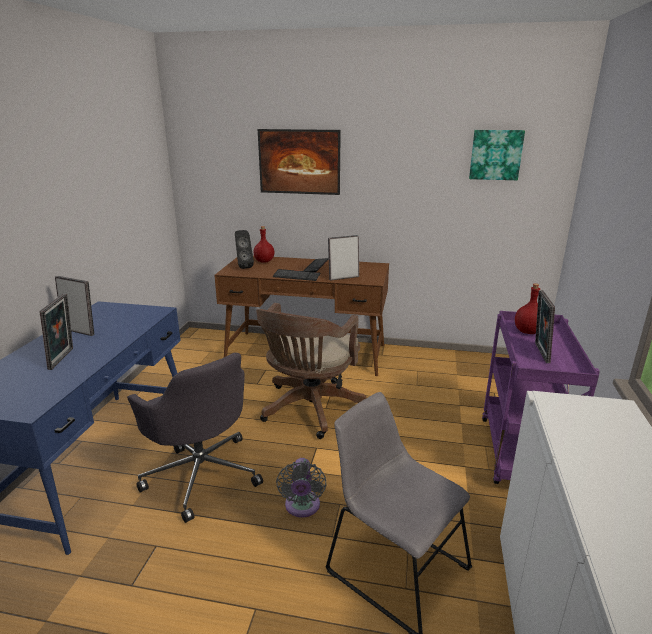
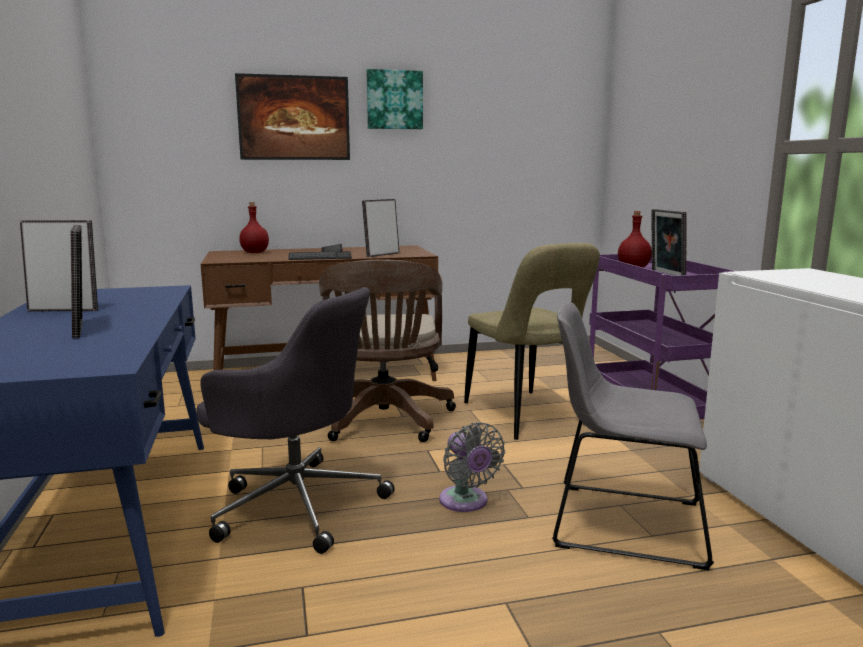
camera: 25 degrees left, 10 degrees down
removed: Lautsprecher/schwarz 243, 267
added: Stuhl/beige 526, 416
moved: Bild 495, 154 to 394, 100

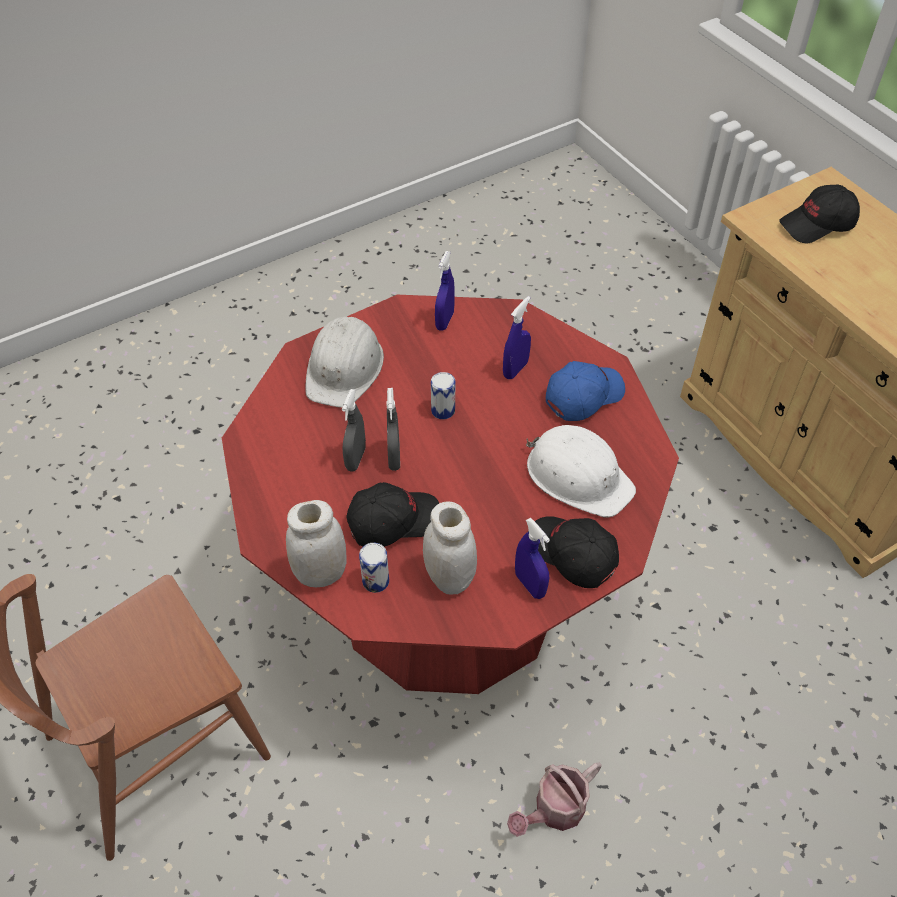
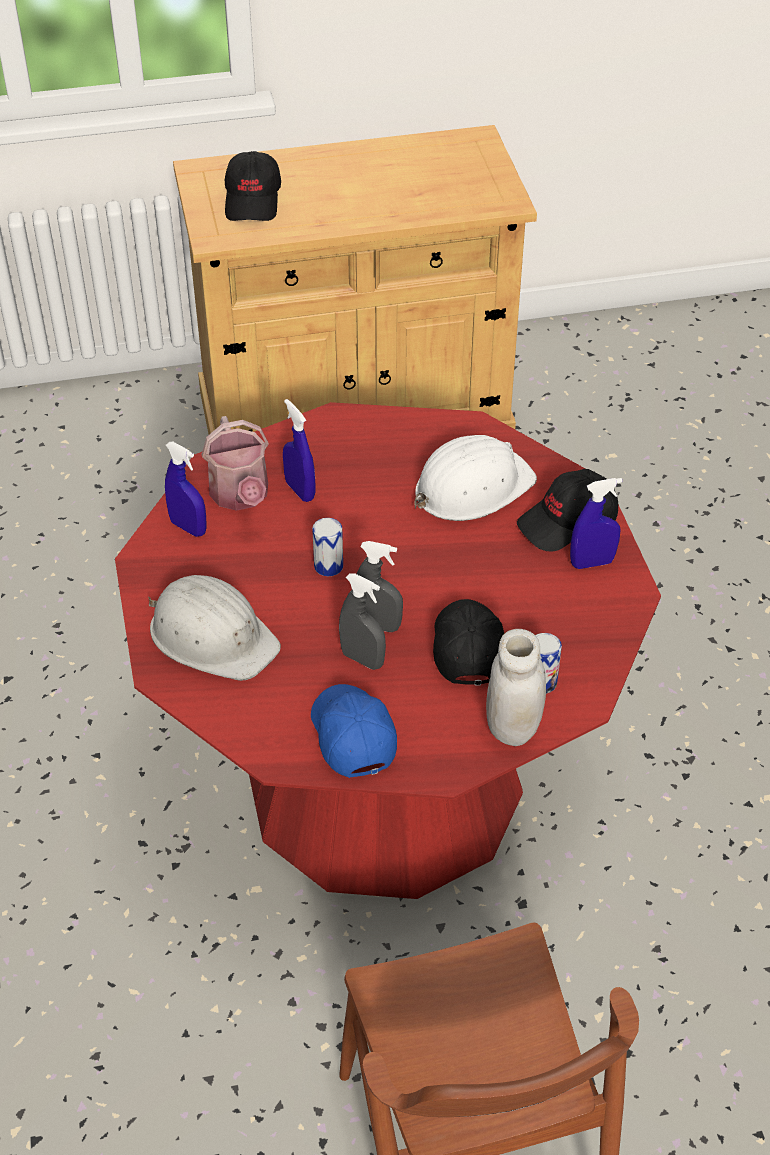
camera: 70 degrees left, 5 degrees down
removed: Vorratsglas/weiß 449, 577
moved: Gießkanne 554, 810 to 241, 496; Kappe/blau 583, 396 to 351, 736

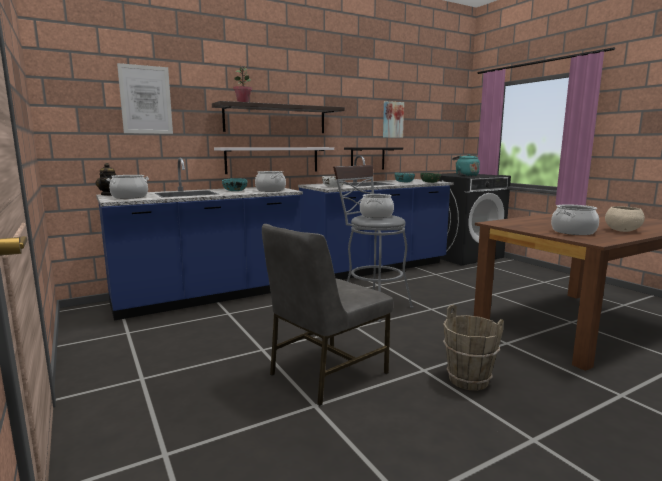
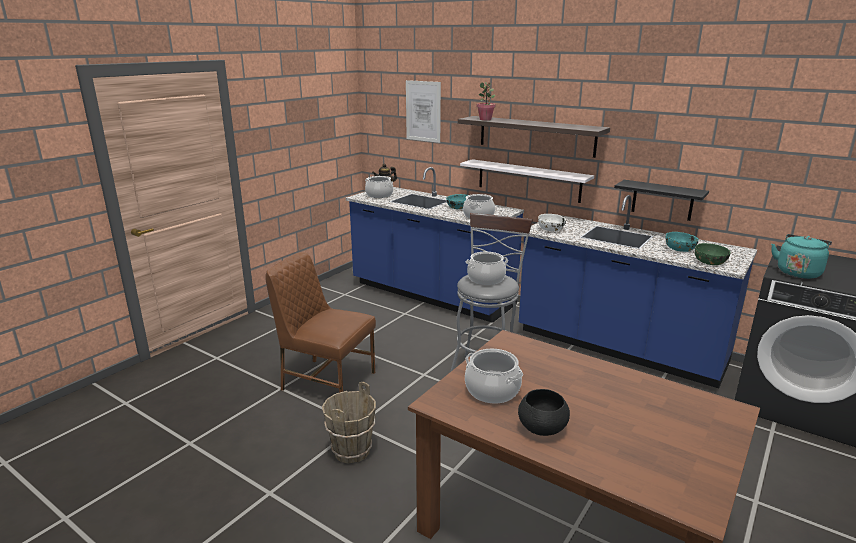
camera: 65 degrees right, 10 degrees up
removed: Bild 392, 120
recoloured: Stuhl/grau 326, 373 to Stuhl/braun 327, 381; Schüssel/beige 622, 231 to Schüssel/schwarz 541, 428

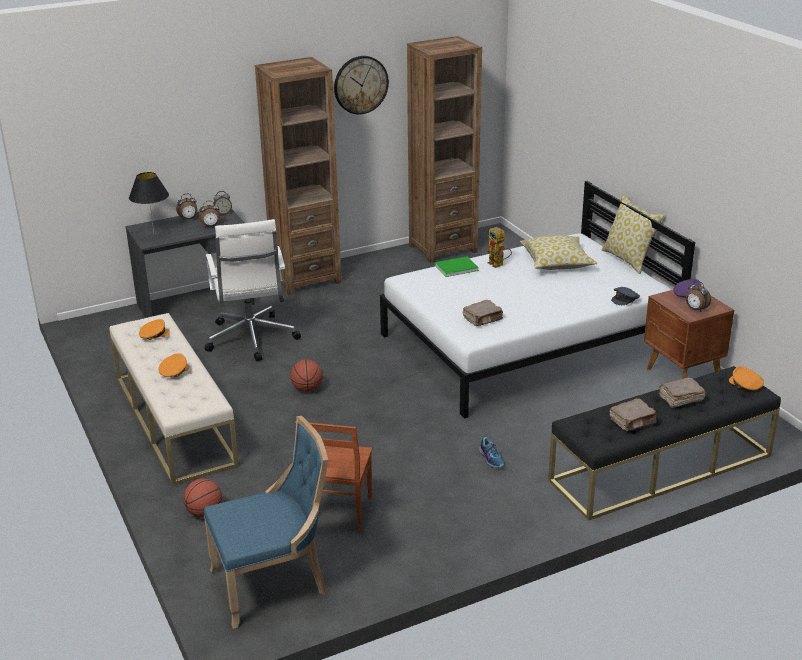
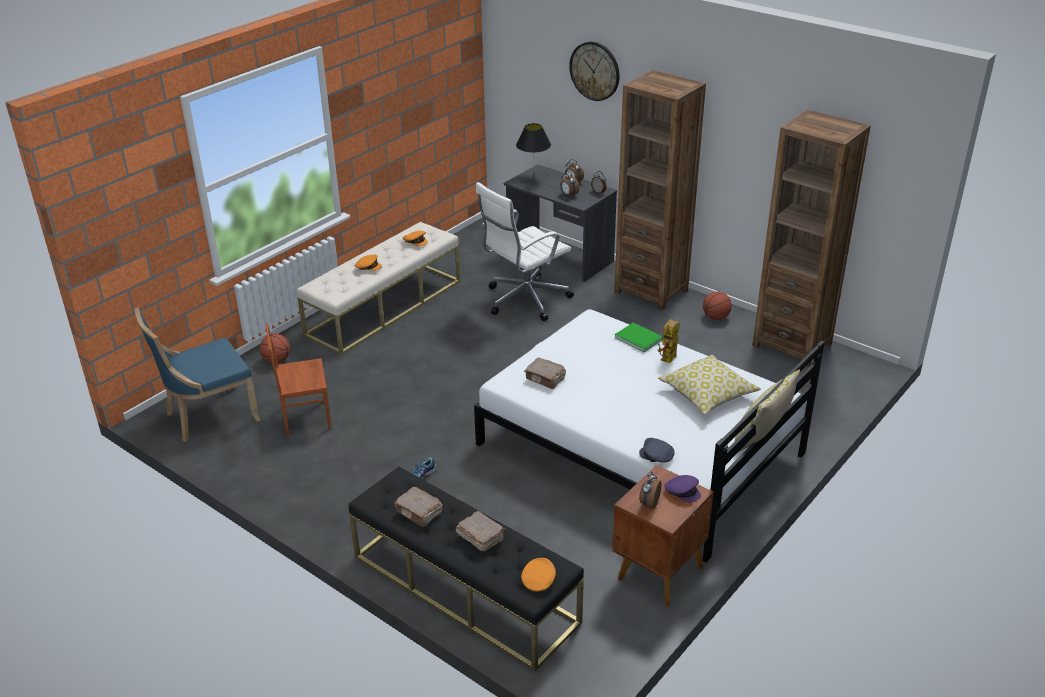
camera: 65 degrees right, 5 degrees up
moved: Basketball 307, 389 to 715, 317; Wanduhr 360, 85 to 595, 71
turned: Stuhl/blau 274, 583 = 208, 416 105 degrees clockwise

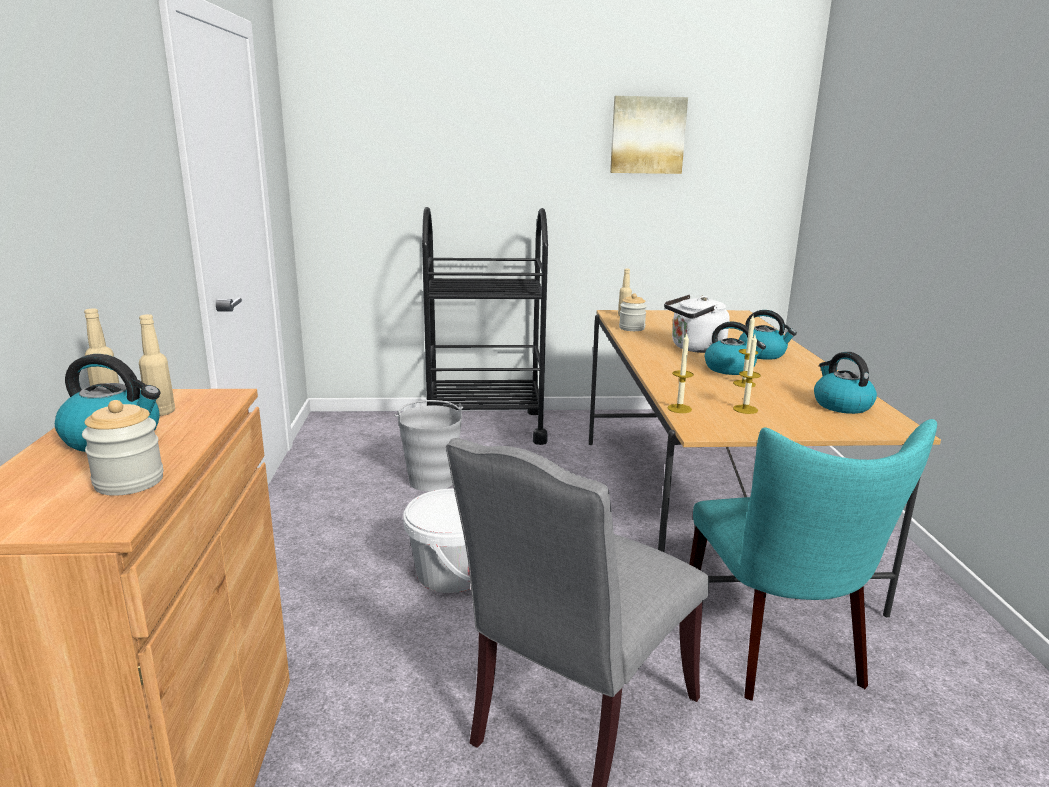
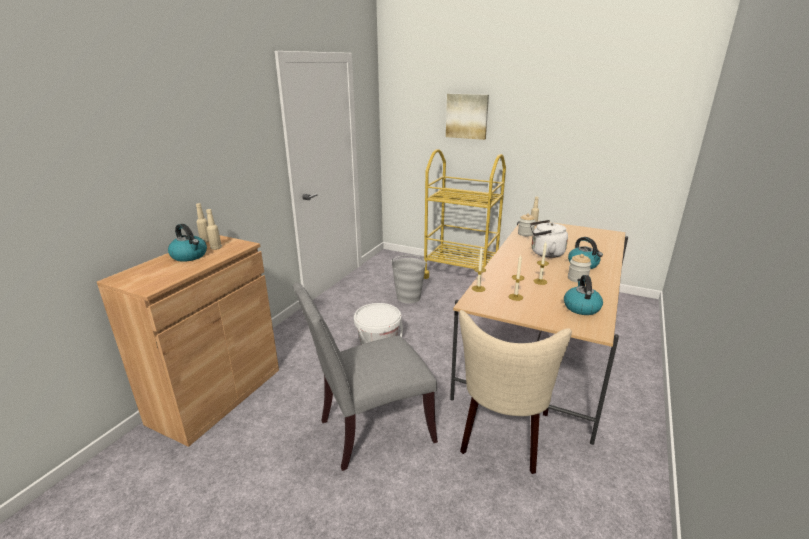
camera: 30 degrees right, 5 degrees up
removed: Wasserkessel 730, 369
moved: Vorratsglas 129, 482 to 577, 278; Bild 647, 135 to 467, 116
recoloured: Rollwagen/schwarz 485, 427 to Rollwagen/gelb 460, 274; Stuhl/türkis 778, 650 to Stuhl/beige 503, 436

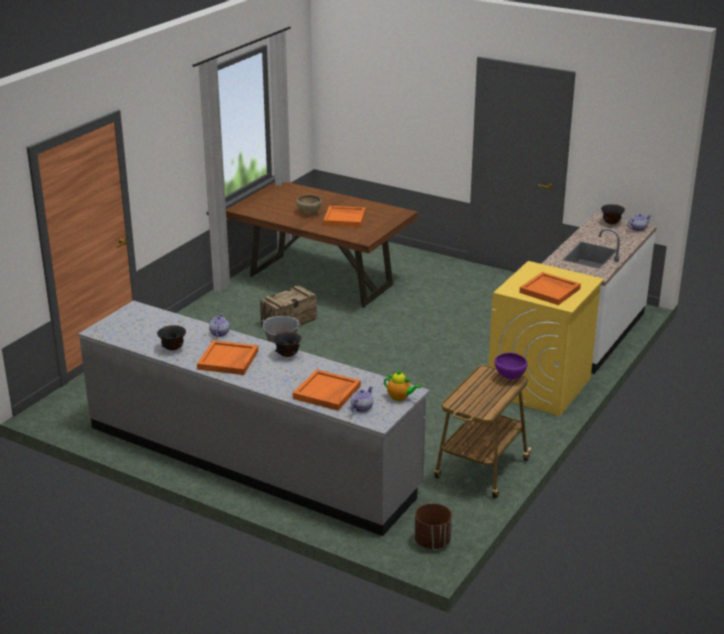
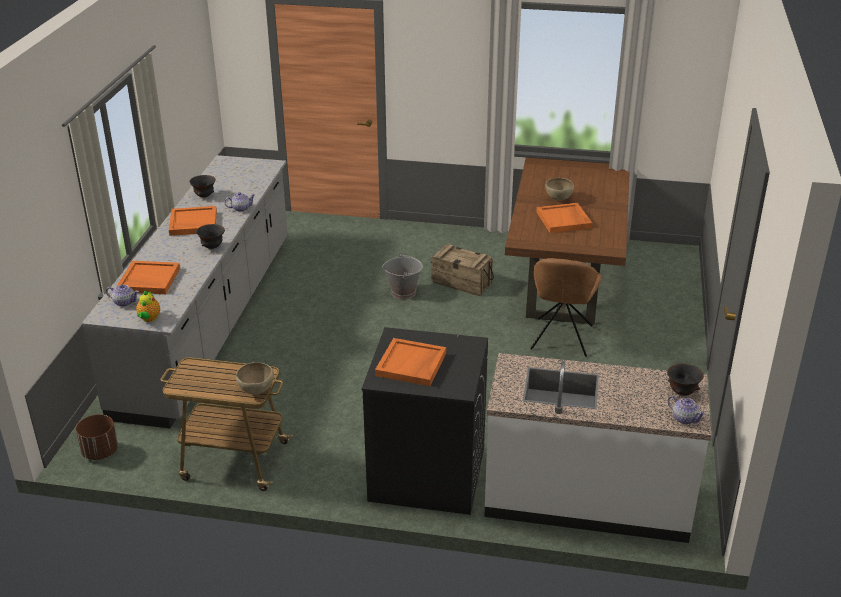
camera: 70 degrees right, 5 degrees up
added: Stuhl/braun 561, 339
recoloured: Waschmaschine/gelb 539, 387 to Waschmaschine/schwarz 426, 474; Schüssel/lila 509, 377 to Schüssel/braun 256, 391

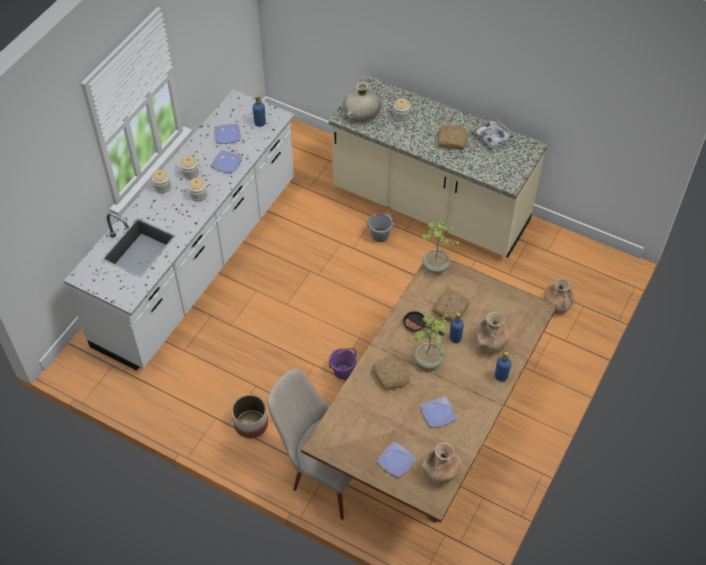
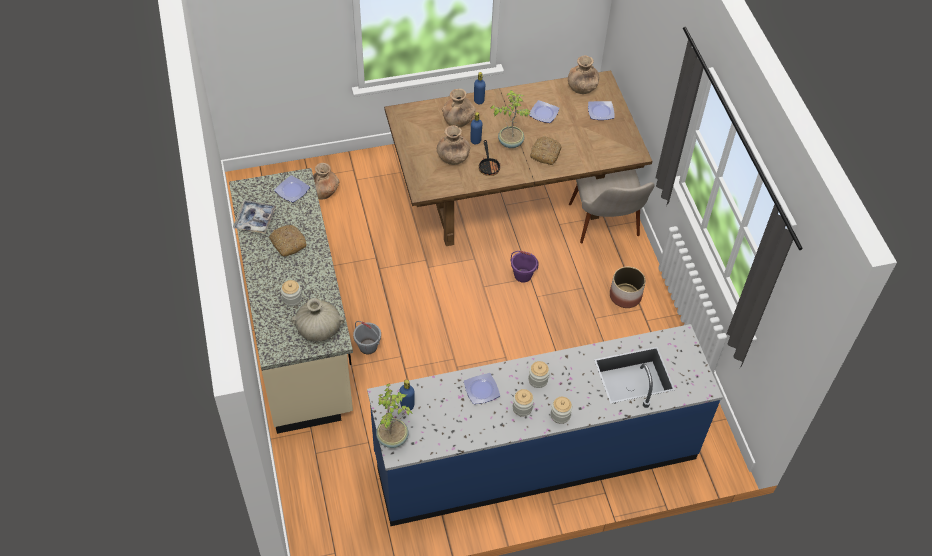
camera: 135 degrees left, 0 degrees up
moved: Teller 228, 135 to 292, 190; Topfpflanze 435, 267 to 393, 437
replaced: Brot 450, 308 to Vase/braun 453, 158
recoloured: Küchenzeile/weiß 199, 262 to Küchenzeile/blau 535, 456

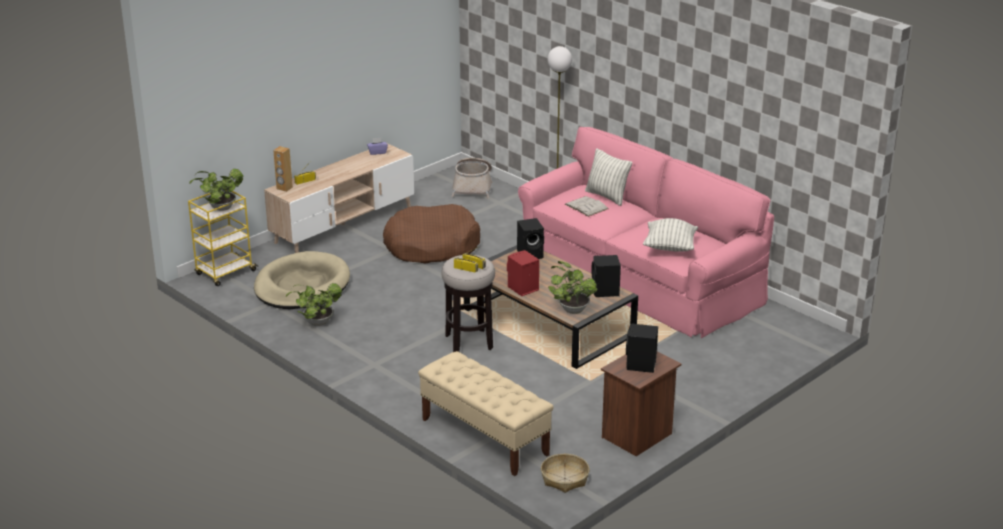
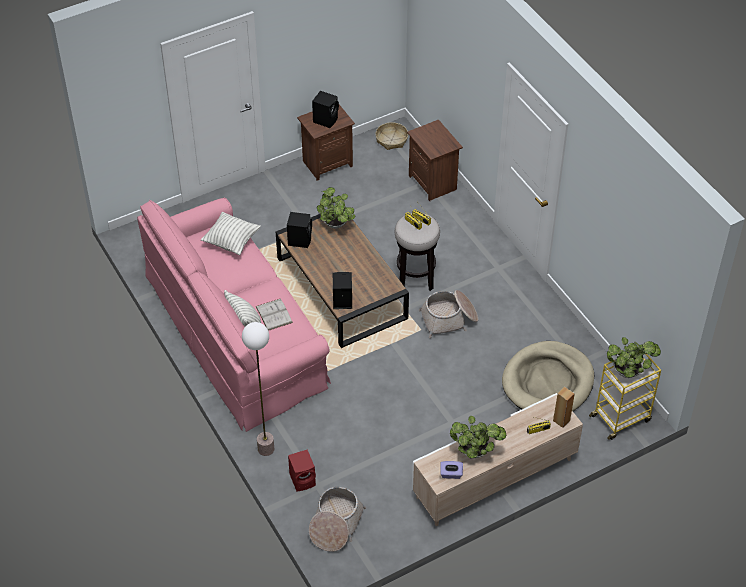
camera: 165 degrees left, 20 degrees up
removed: Hundebett/braun 431, 246
added: Korb 449, 319
moved: Topfpflanze 316, 322 to 475, 451; Lautsprecher/rot 522, 288 to 303, 480
replaced: Bank/beige 484, 437 to Nachttisch/braun 433, 182

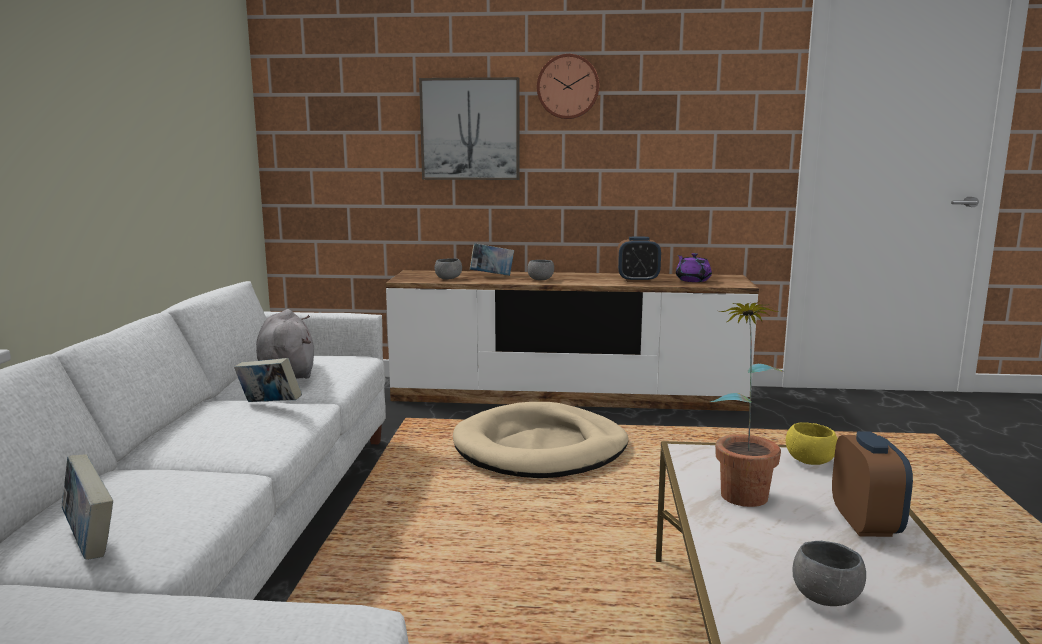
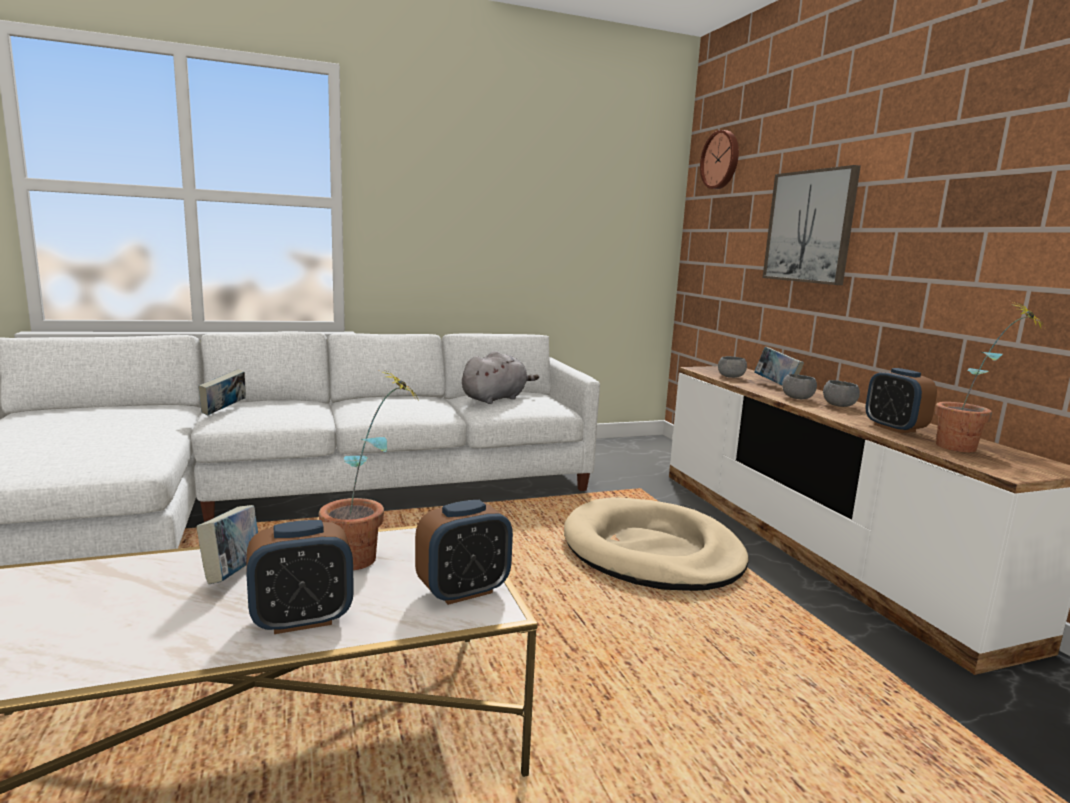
camera: 65 degrees right, 0 degrees up
moved: Buch 269, 405 to 233, 574; Wanduhr 568, 87 to 721, 160; Schüssel/grau 826, 598 to 839, 405
replaced: Teekanne/lila 692, 280 to Topfpflanze 968, 450; Schüssel/gelb 810, 461 to Wecker 463, 591

